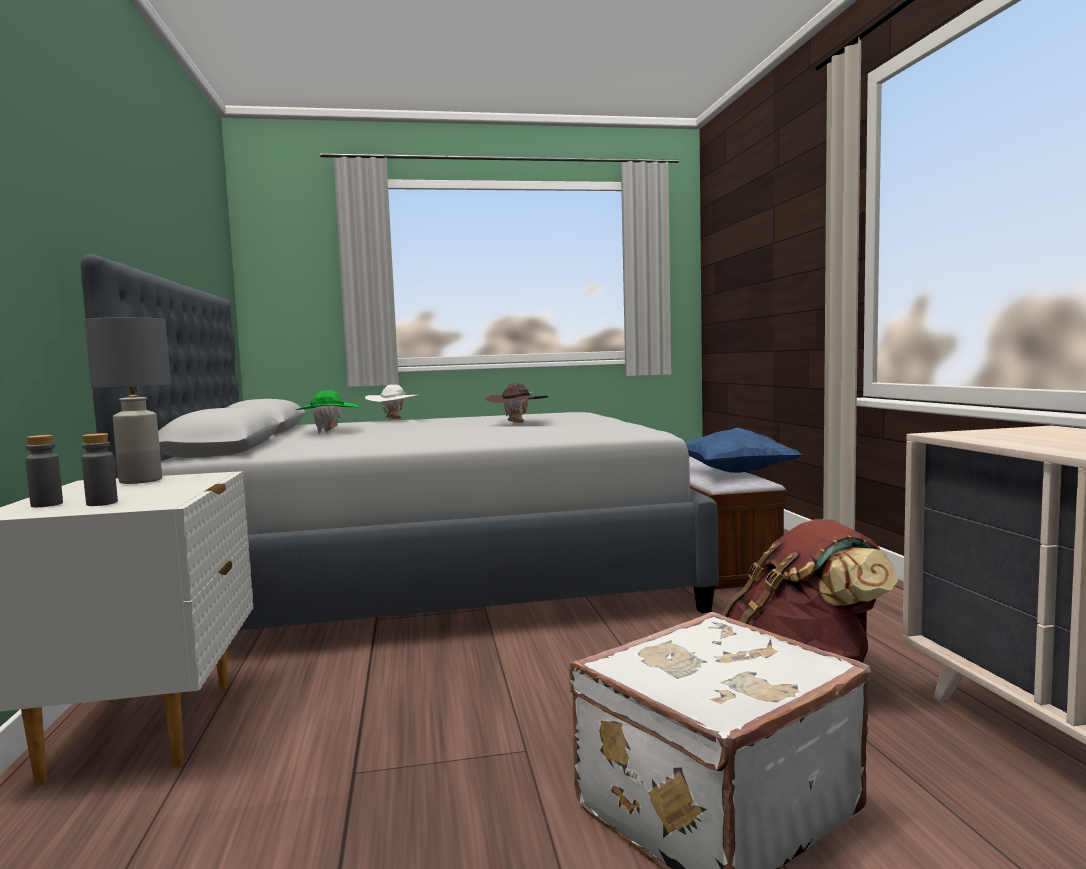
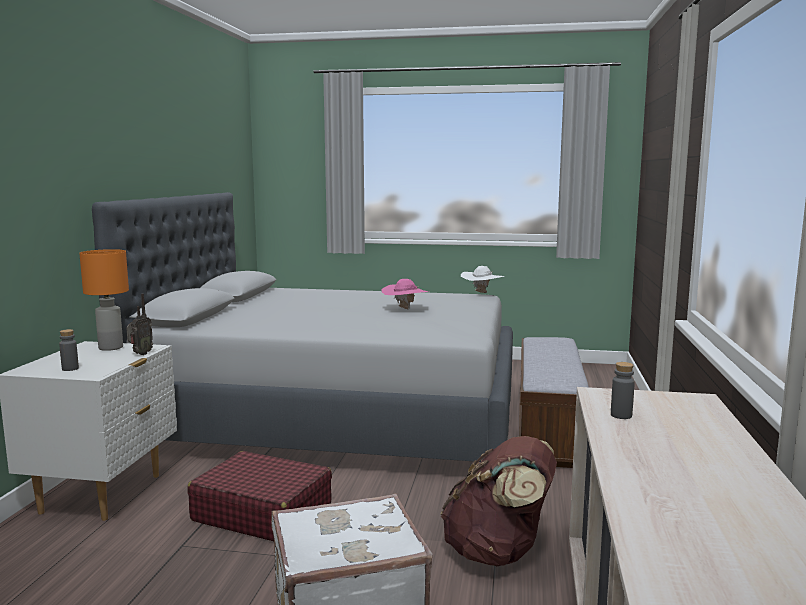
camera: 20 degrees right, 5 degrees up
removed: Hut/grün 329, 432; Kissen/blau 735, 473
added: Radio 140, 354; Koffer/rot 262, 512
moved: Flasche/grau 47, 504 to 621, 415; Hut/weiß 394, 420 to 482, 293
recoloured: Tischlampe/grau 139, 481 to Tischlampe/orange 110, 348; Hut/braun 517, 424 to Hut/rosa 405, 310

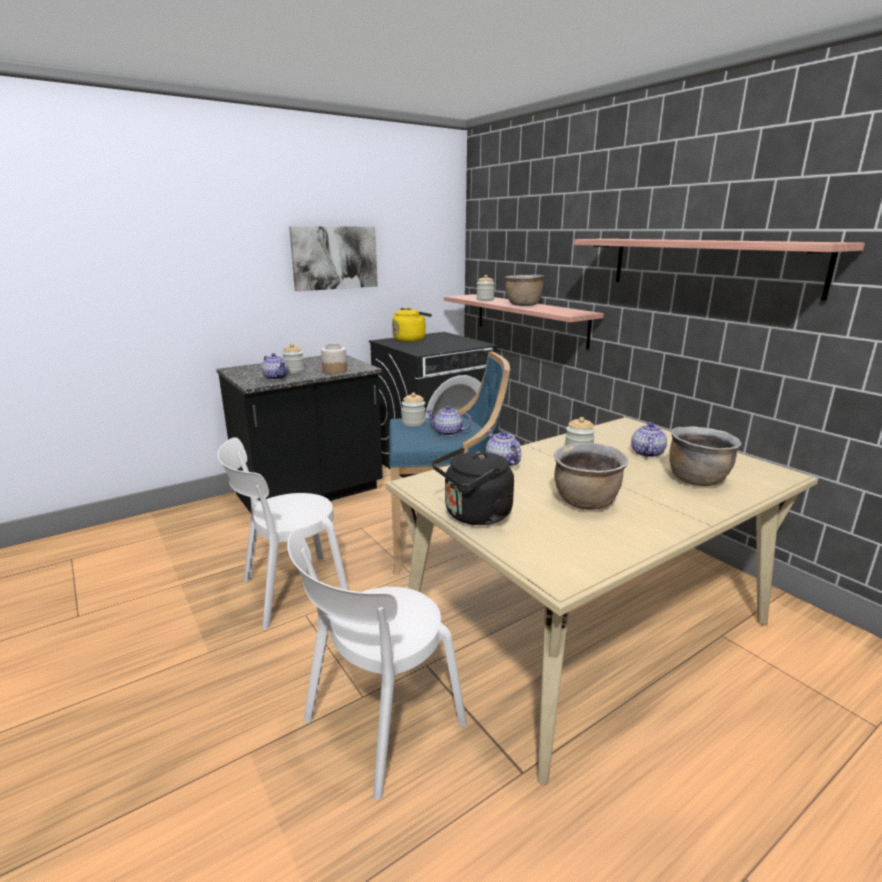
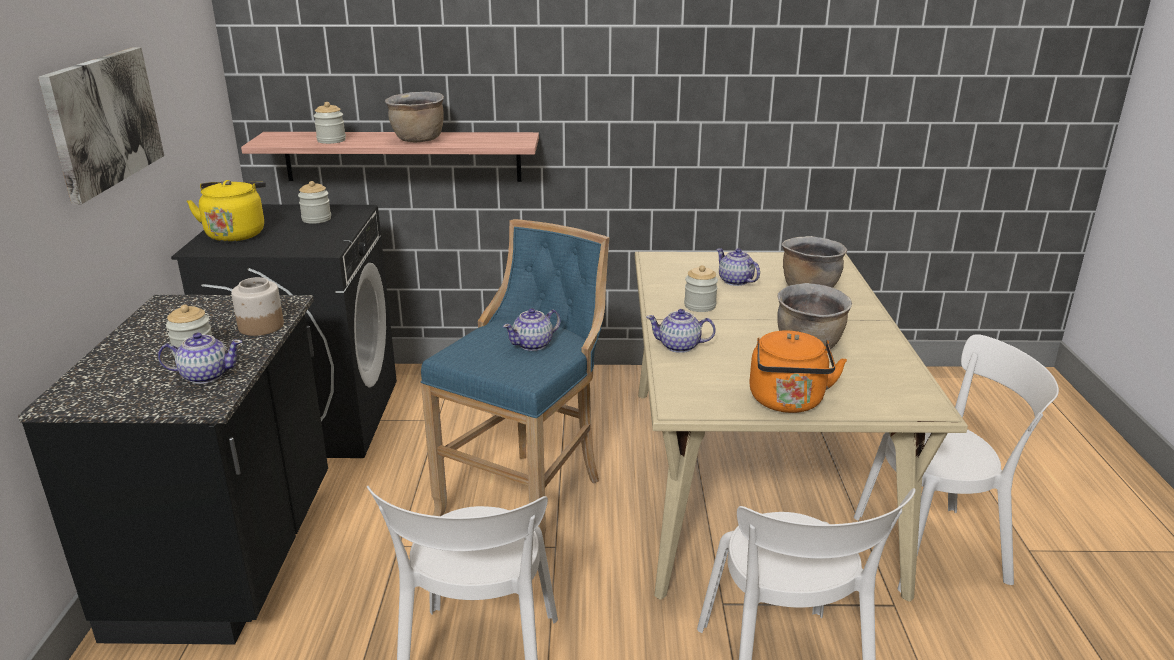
camera: 55 degrees left, 5 degrees up
removed: Wandregal 709, 265
added: Stuhl/weiß 937, 547
moved: Vorratsglas 413, 423 to 316, 219
recoloured: Wasserkessel/schwarz 474, 515 to Wasserkessel/orange 787, 402

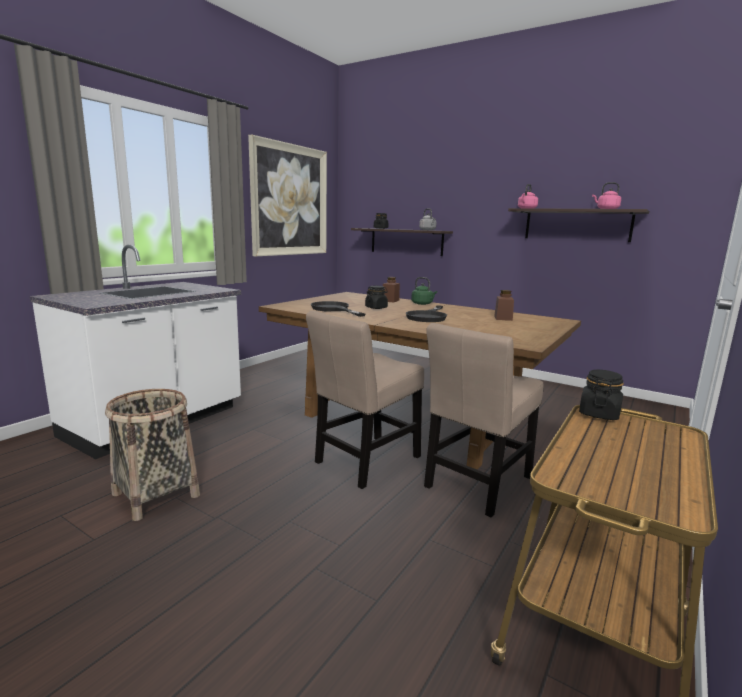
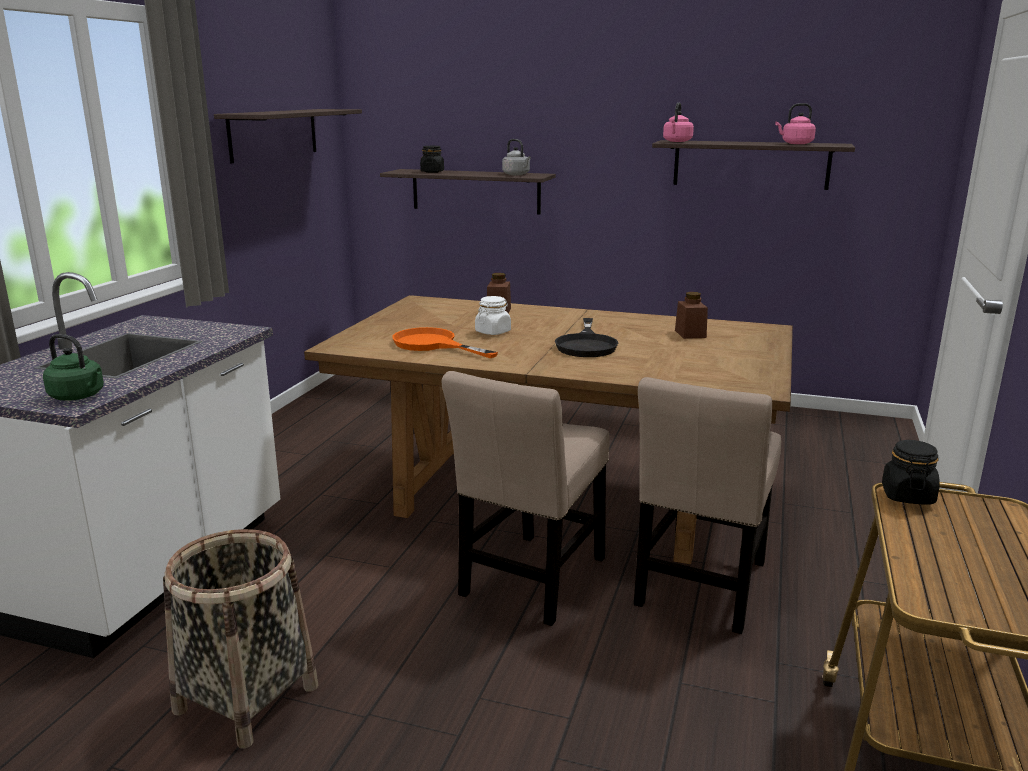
camera: 15 degrees left, 5 degrees up
moved: Wasserkessel/grün 423, 304 to 79, 396
replaced: Bild 290, 200 to Wandregal 274, 134
recoloured: Pfanne/schwarz 333, 309 to Pfanne/orange 433, 344; Vorratsglas/schwarz 376, 308 to Vorratsglas/weiß 493, 332

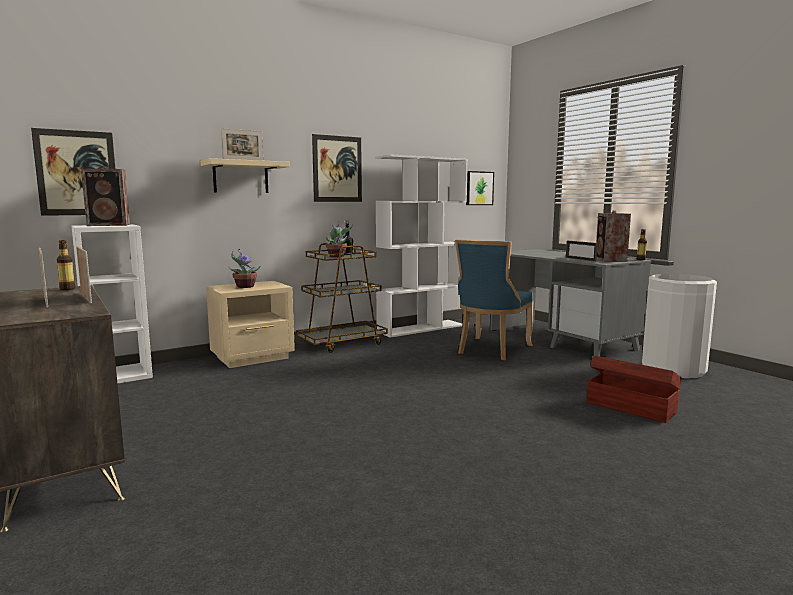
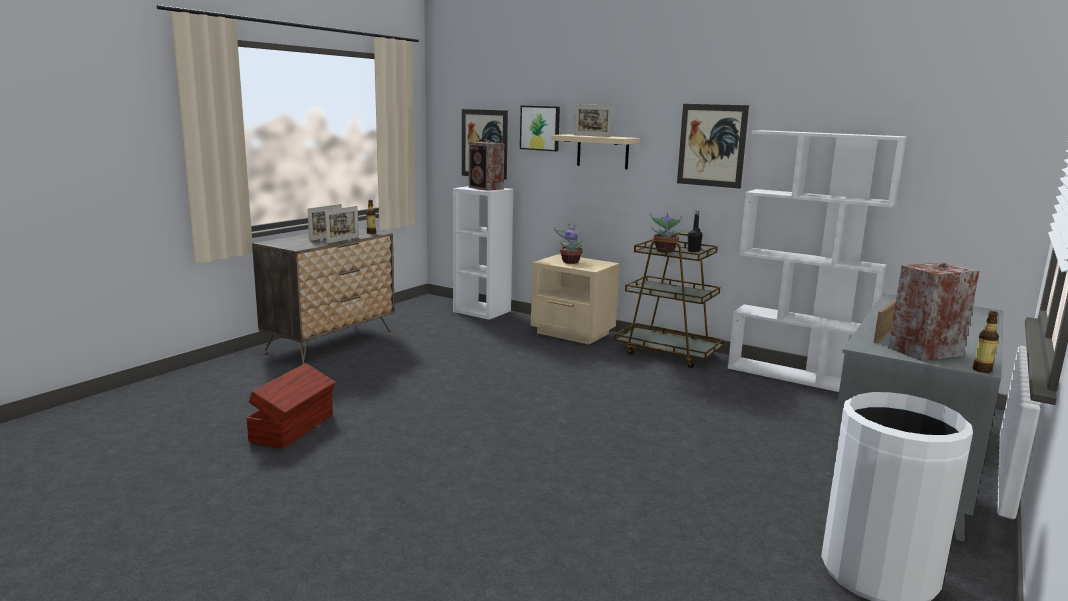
camera: 65 degrees right, 5 degrees up
removed: Stuhl/blau 491, 350
moved: Bild 479, 188 to 540, 128; Aufbewahrungsbox/braun 630, 407 to 294, 427

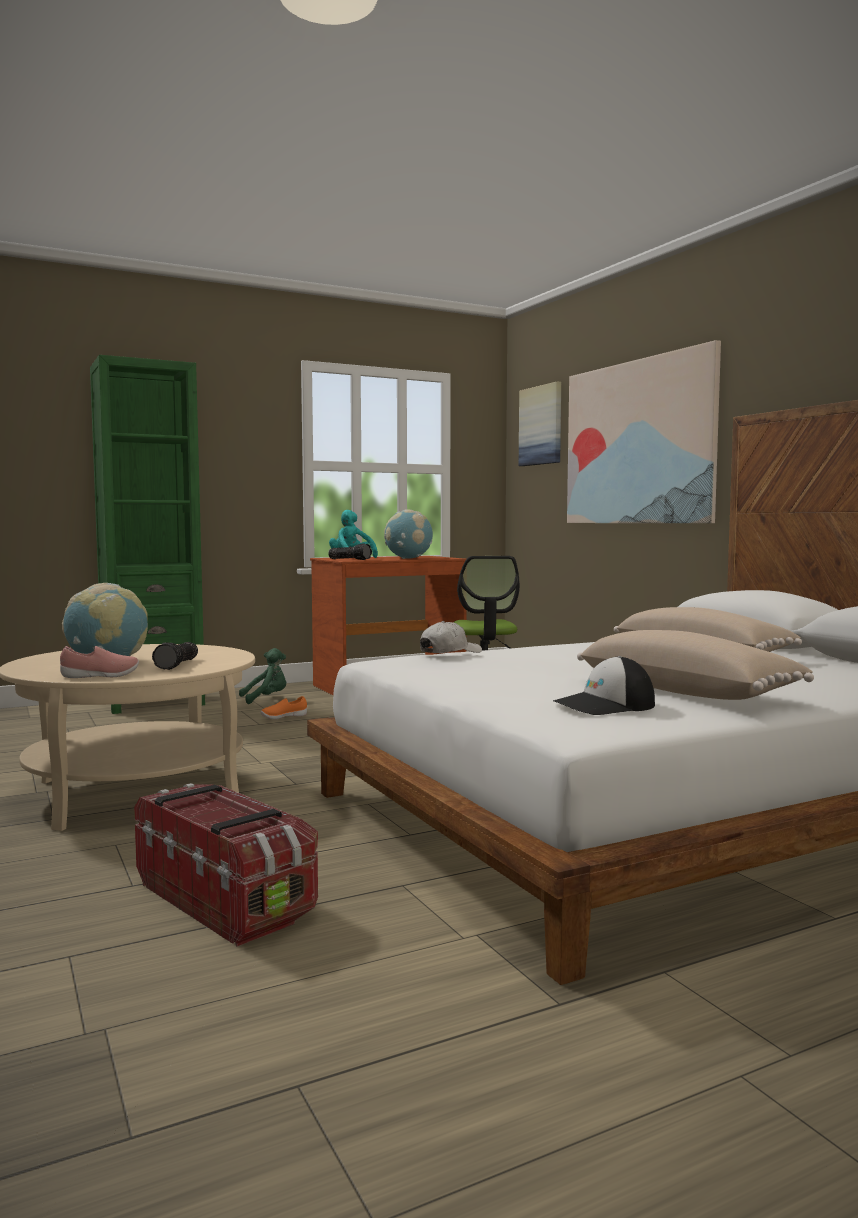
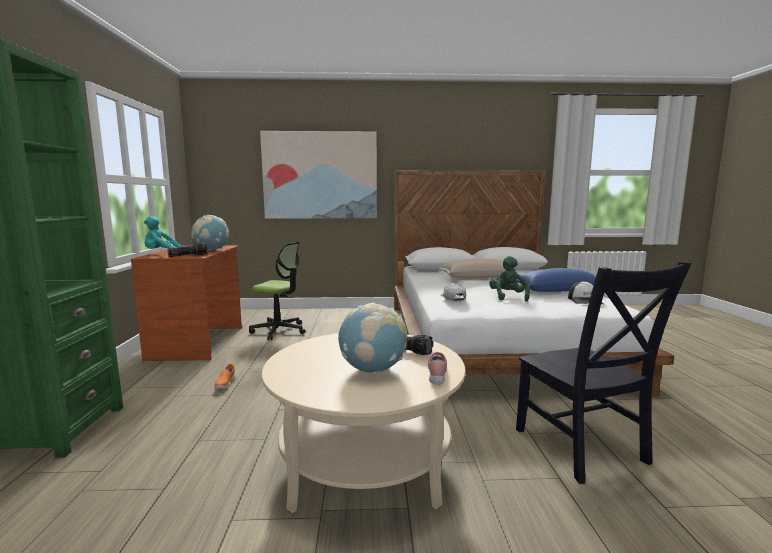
camera: 65 degrees left, 5 degrees up
removed: Bild 541, 425
moved: Plüschtier/grün 266, 699 to 508, 297
replaced: Aufbewahrungsbox 225, 899 to Stuhl/schwarz 582, 449
recoloured: Kissen/beige 688, 692 to Kissen/blau 555, 290

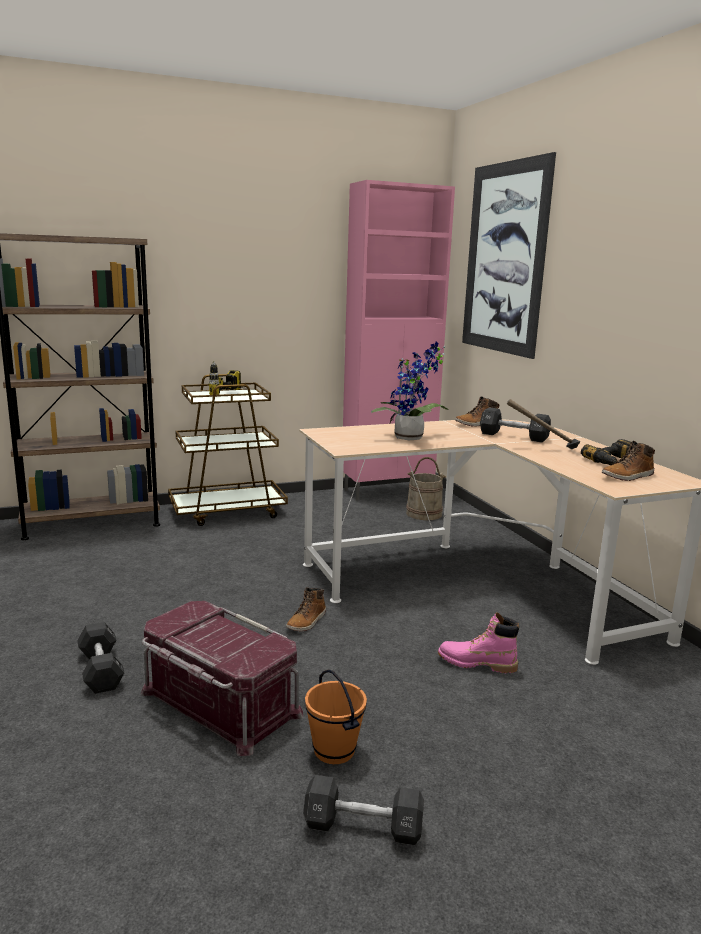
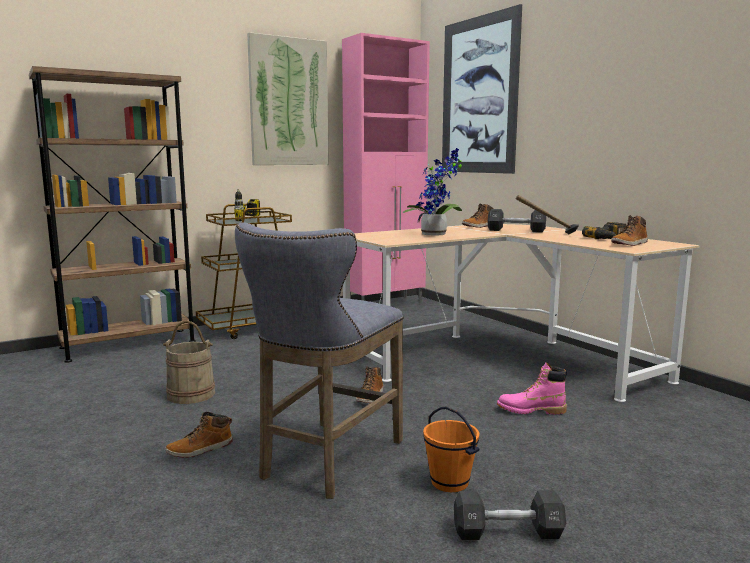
camera: 10 degrees left, 5 degrees down
added: Bild 288, 102
moved: Eimer/beige 424, 513 to 191, 394
replaced: Hantel/schwarz 101, 670 to Stiefel 200, 449; Aufbewahrungsbox/rot 218, 703 to Hocker/grau 326, 461

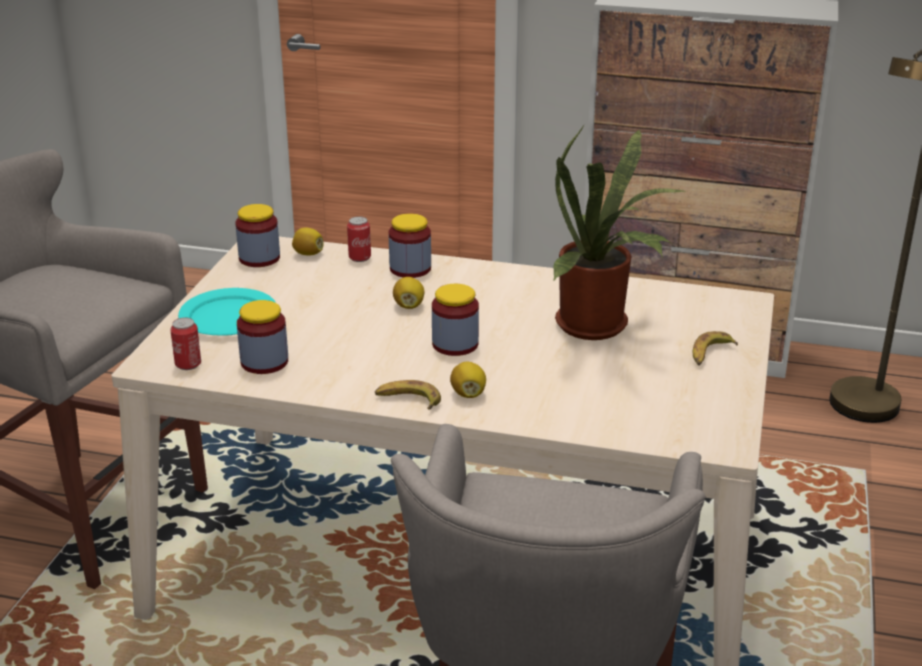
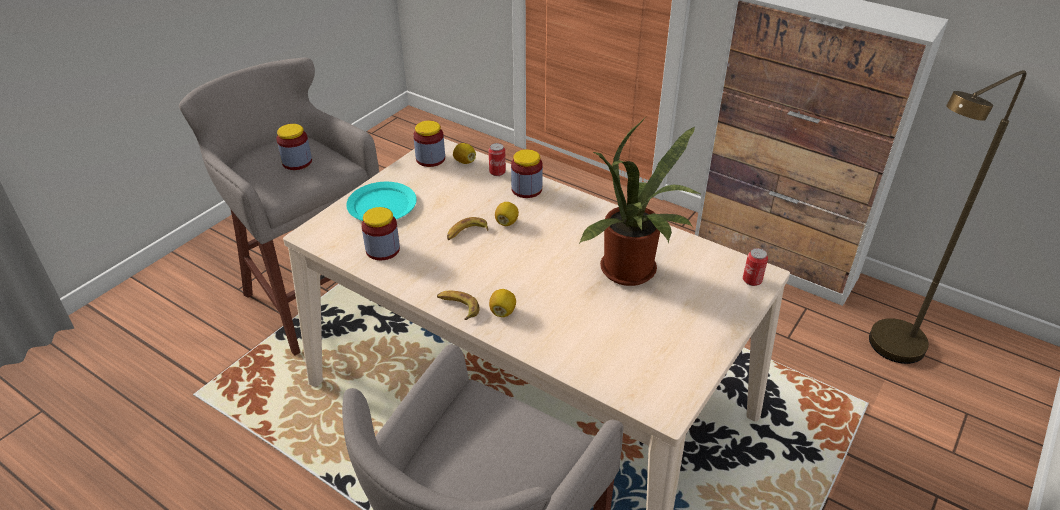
camera: 20 degrees right, 10 degrees up
moved: Dose 188, 364 to 752, 280; Vorratsglas 455, 344 to 297, 162; Banane 710, 354 to 466, 233

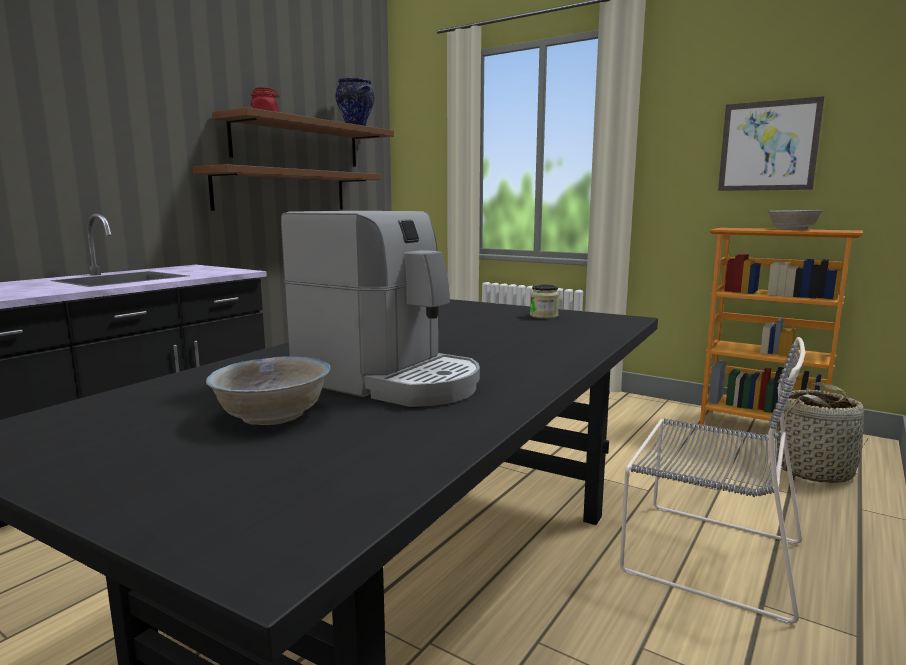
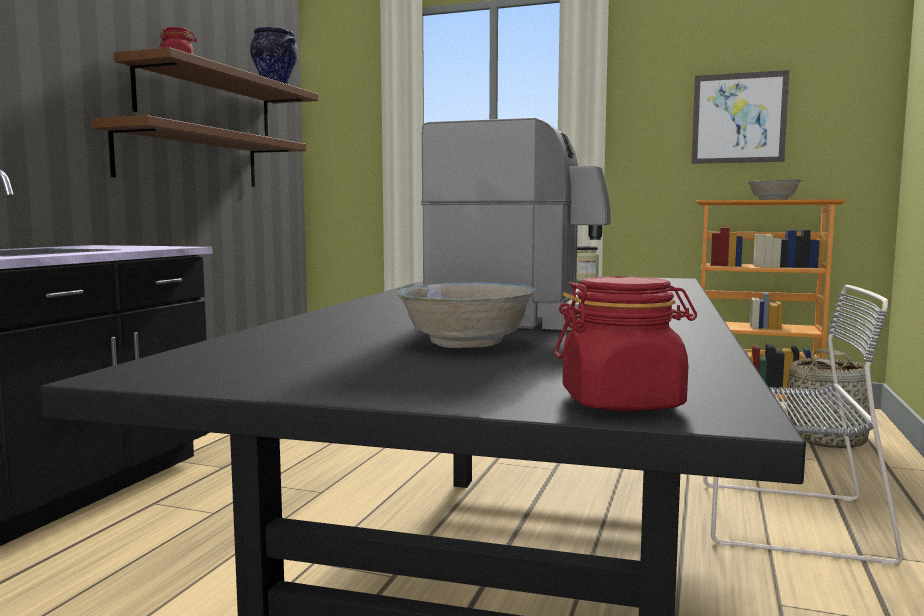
camera: 15 degrees left, 5 degrees down
added: Vorratsglas/rot 622, 402

